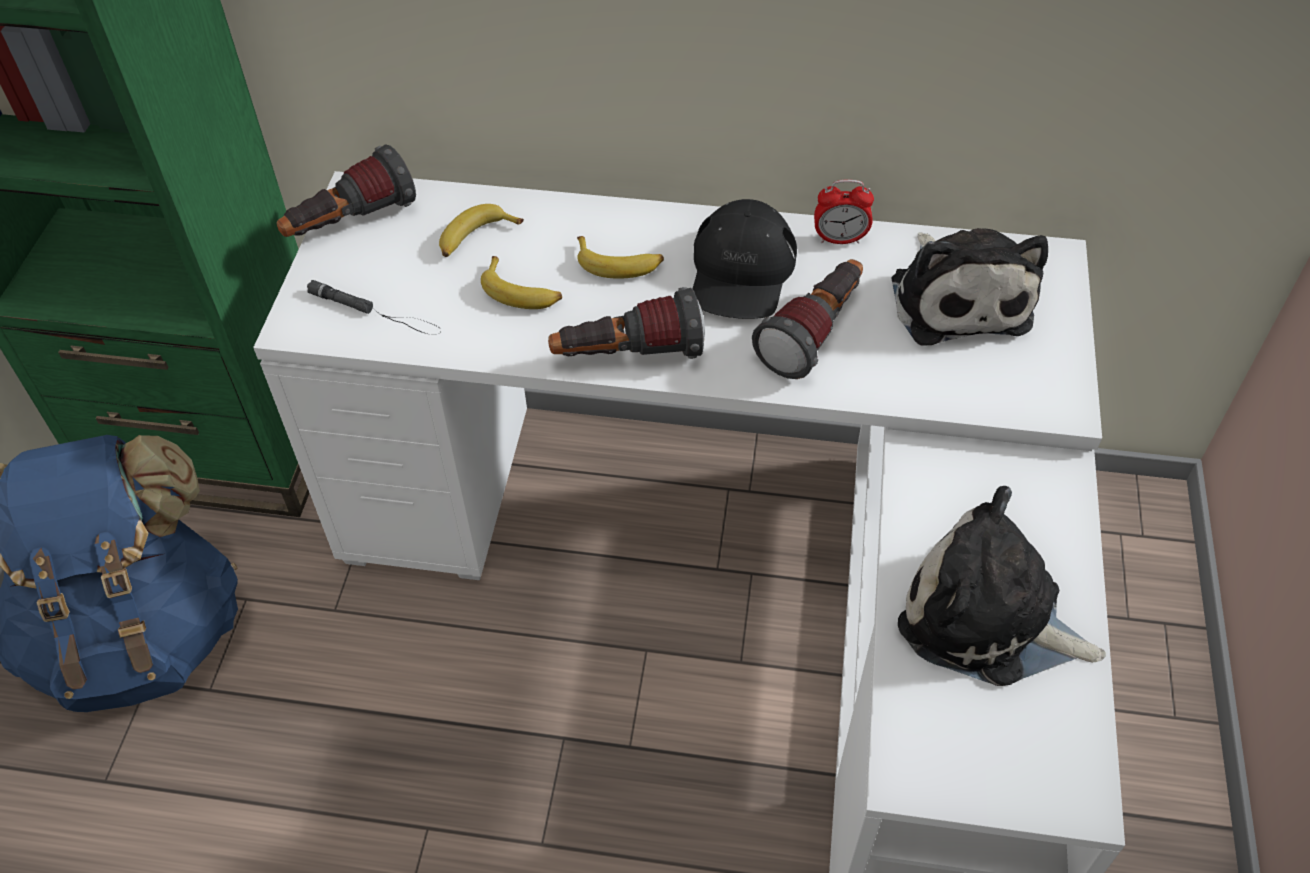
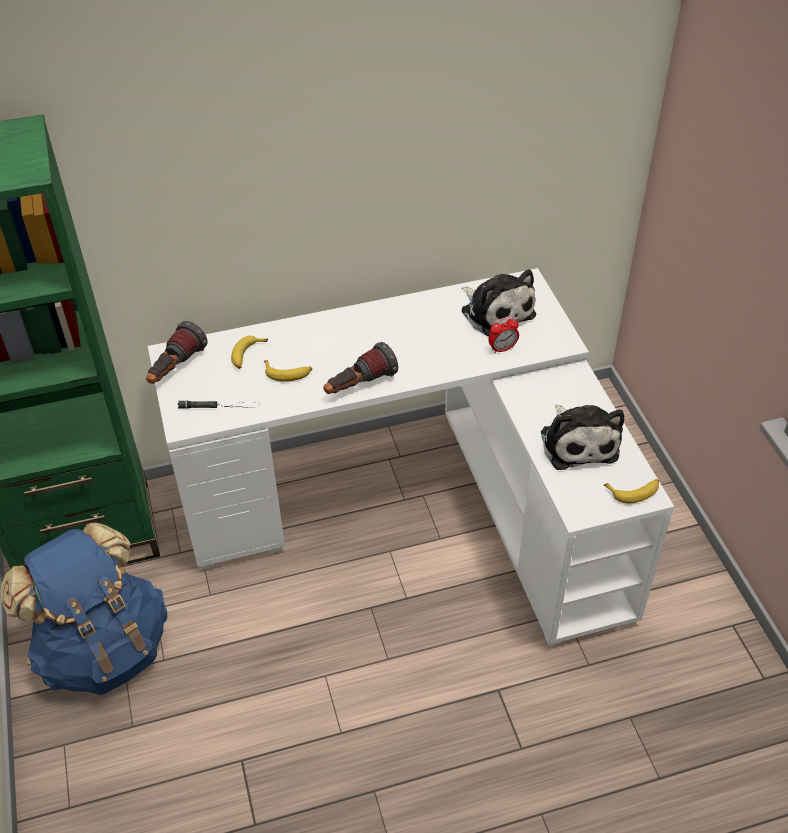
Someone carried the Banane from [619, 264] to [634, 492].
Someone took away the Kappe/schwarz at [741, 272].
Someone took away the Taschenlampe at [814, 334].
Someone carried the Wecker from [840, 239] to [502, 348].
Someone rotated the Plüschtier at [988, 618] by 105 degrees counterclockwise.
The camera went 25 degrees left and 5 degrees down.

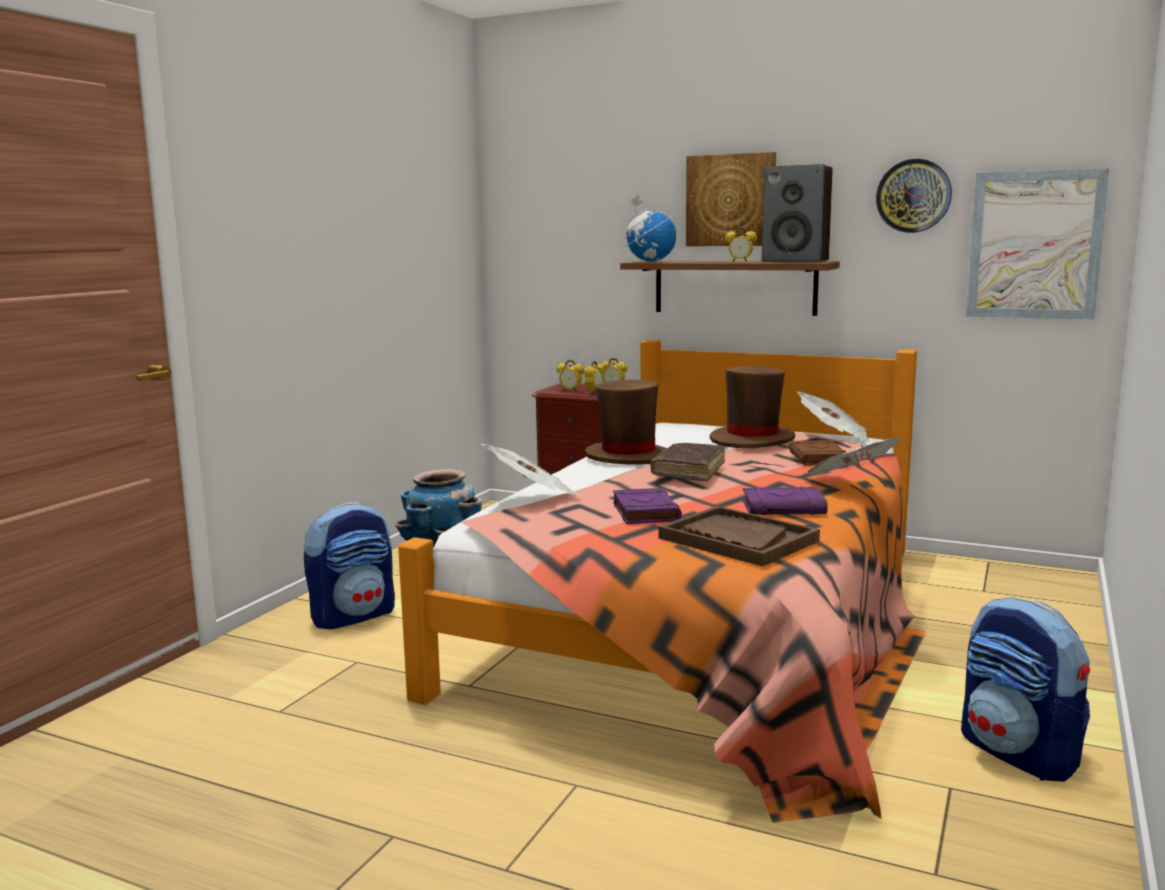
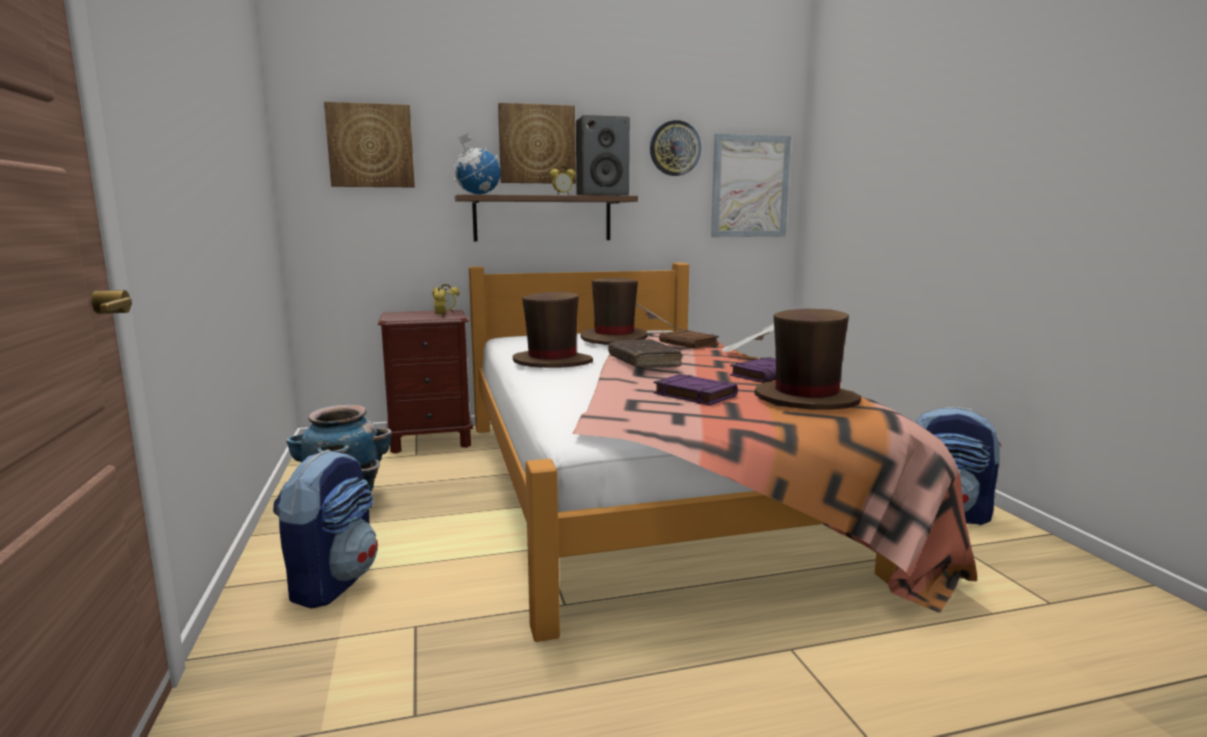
Someone took away the Zeitung at [532, 495].
Someone took away the Wecker at [570, 391].
Someone swapped the Tablett/braun at [737, 539] for the Hut/braun at [806, 400].
Someone put up the Bild at [371, 146].
The camera went 40 degrees left and 0 degrees up.

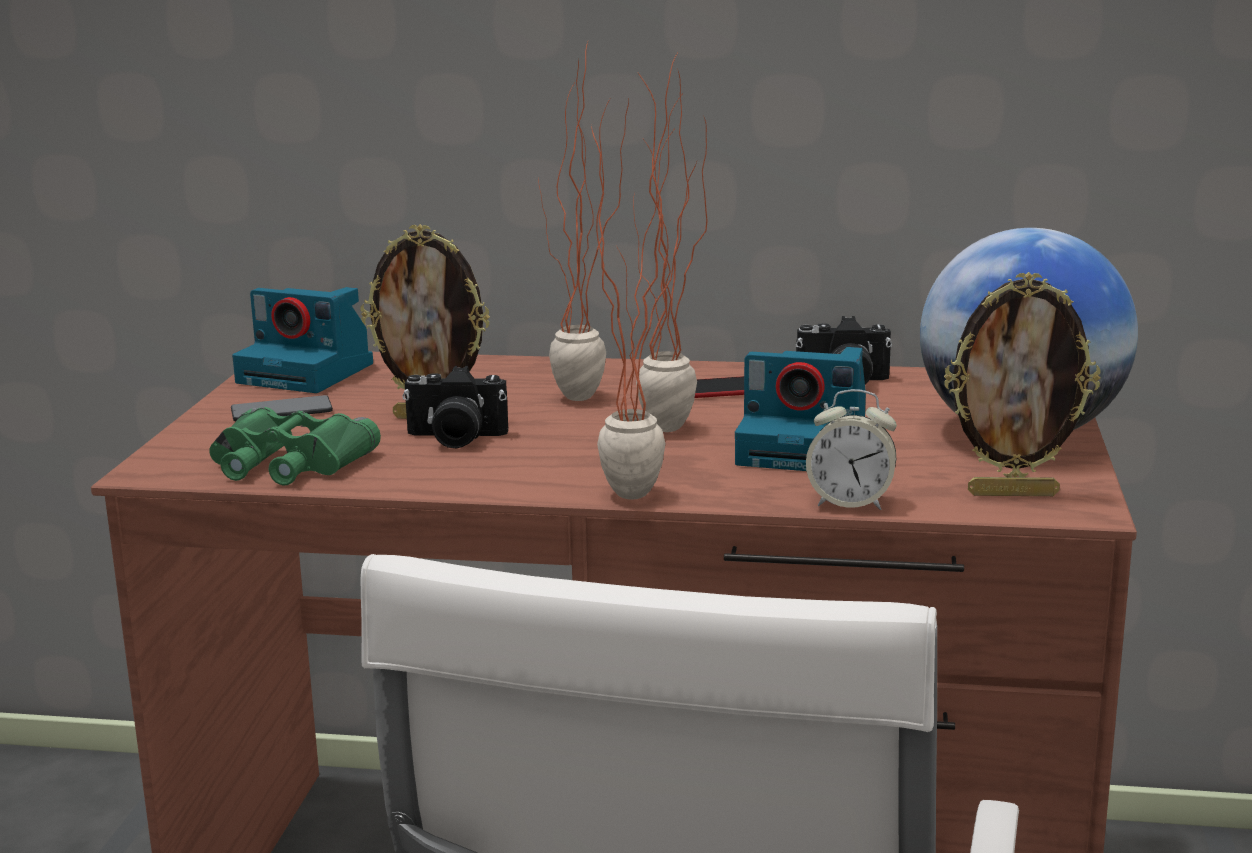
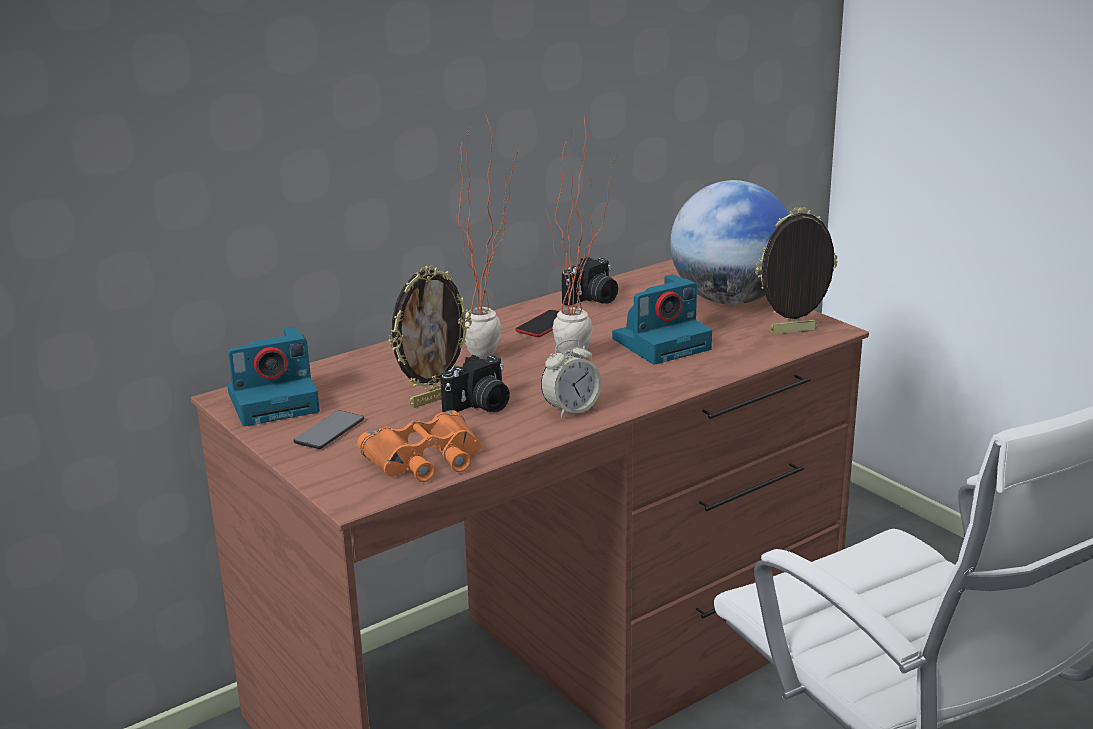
Someone repainted the Fernglas/grün at [288, 463], which became the Fernglas/orange at [425, 459].
Someone took away the Topfpflanze at [650, 490].
Someone carried the Wecker from [850, 502] to [571, 409].
Someone rotated the Bilderrahmen at [1013, 493] by 150 degrees counterclockwise.
The camera went 45 degrees left and 5 degrees up.

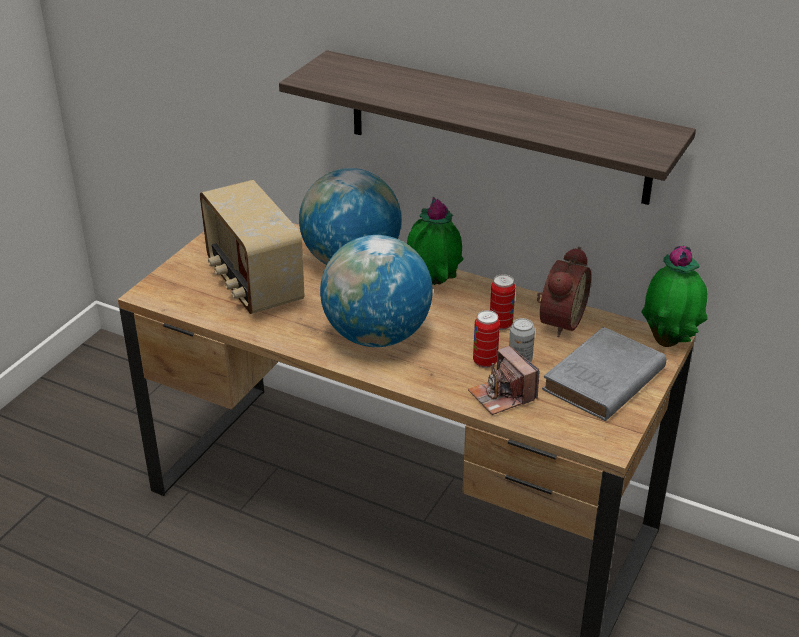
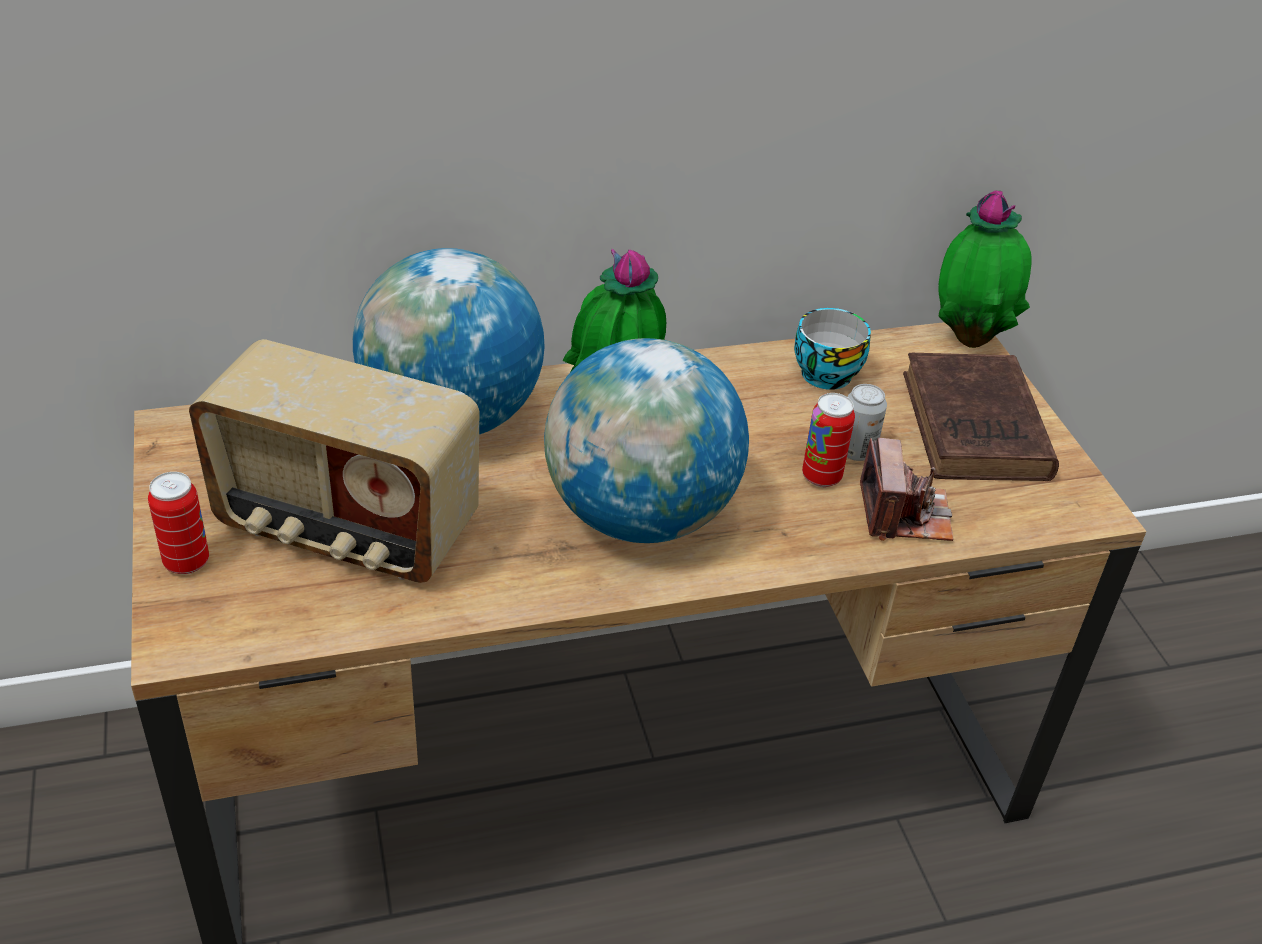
Someone took away the Wandregal at [497, 127].
Someone rotated the Kamera at [502, 396] by 105 degrees counterclockwise.
Someone carried the Dose from [500, 324] to [186, 562].
Someone swapped the Wecker at [558, 321] for the Tasse at [824, 372].
Someone repainted the Buch/grau at [602, 381], which became the Buch/braun at [976, 429].
The camera went 45 degrees left and 5 degrees up.

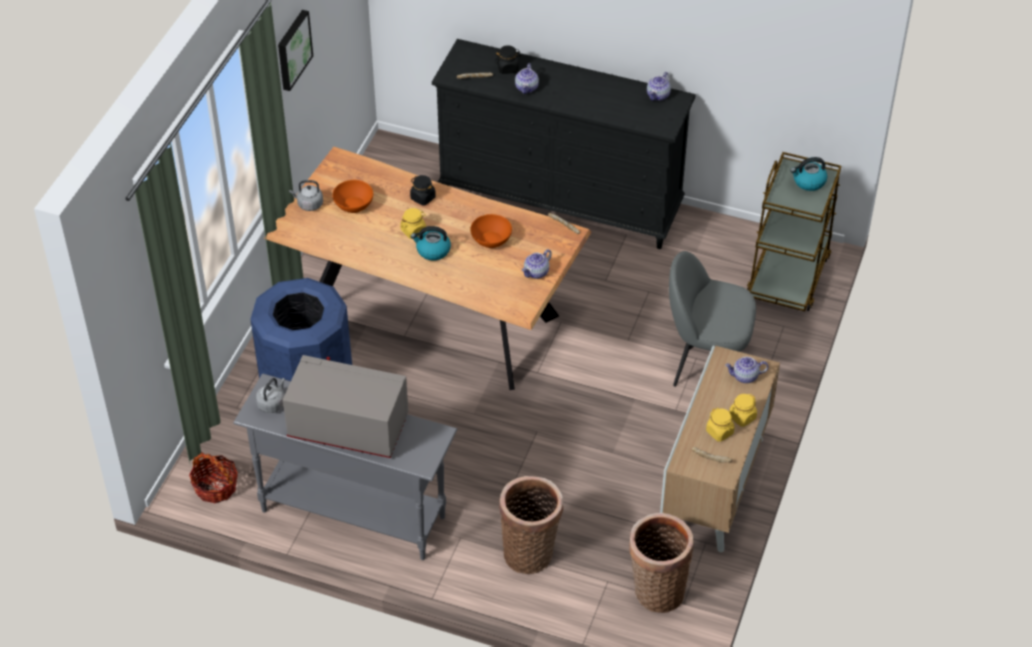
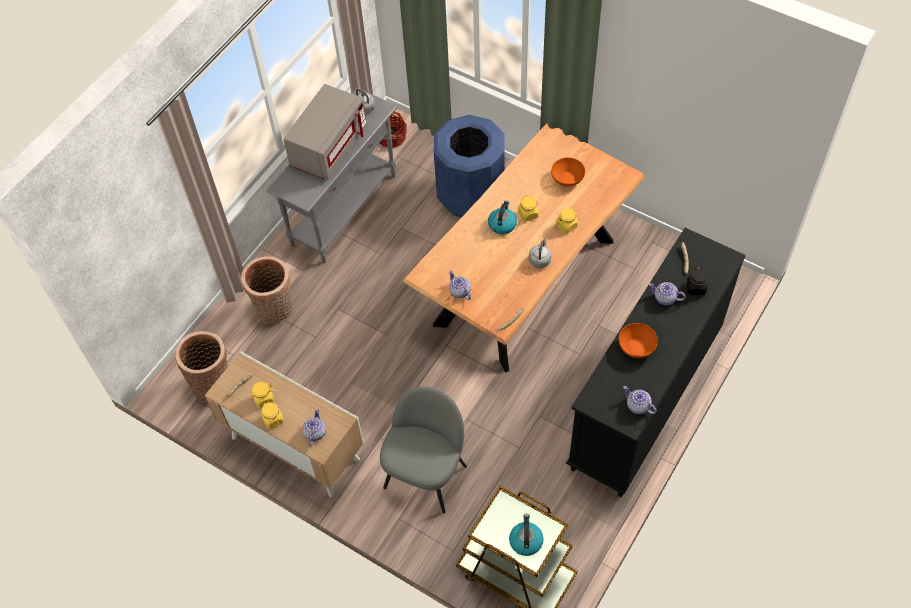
Someone took away the Bild at [292, 49].
Someone carried the Wasserkessel/grau from [308, 204] to [540, 259].
Someone repainted the Vorratsglas/schwarz at [422, 198], which became the Vorratsglas/gelb at [566, 225].
Someone carried the Schüssel/orange from [491, 240] to [636, 347].
The camera went 105 degrees right and 10 degrees up.

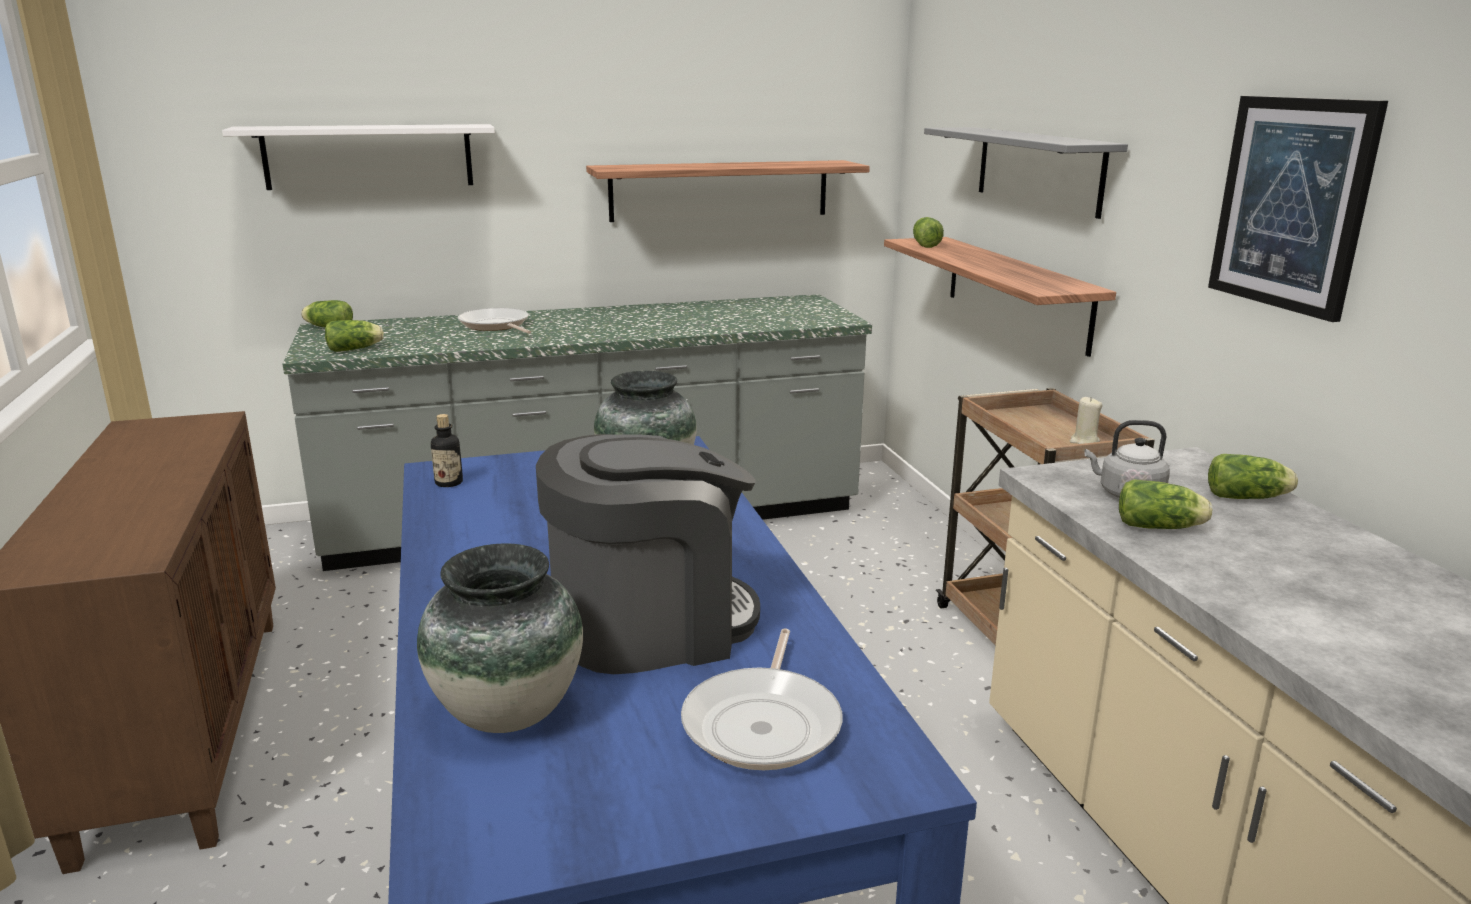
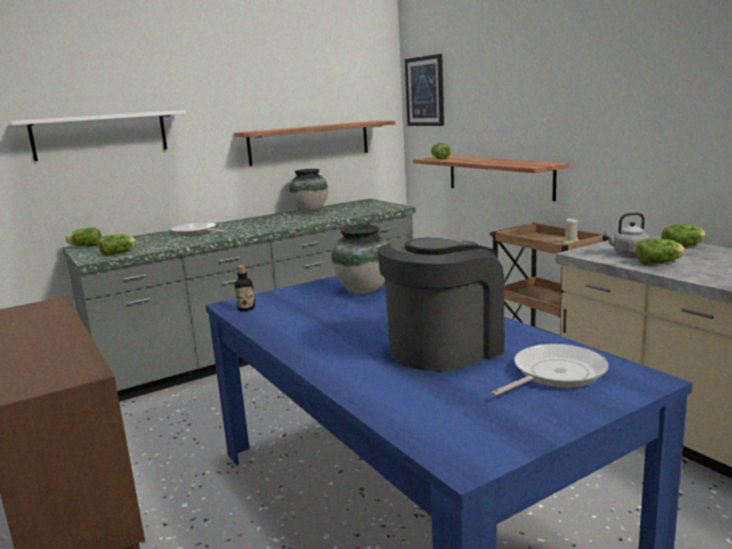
Someone carried the Vase from [509, 714] to [311, 211].
Someone rotated the Pfanne at [764, 723] by 120 degrees counterclockwise.
Someone took away the Wandregal/grau at [1038, 169].
Someone carried the Bild from [1292, 204] to [425, 91].
The camera went 15 degrees left and 5 degrees down.

